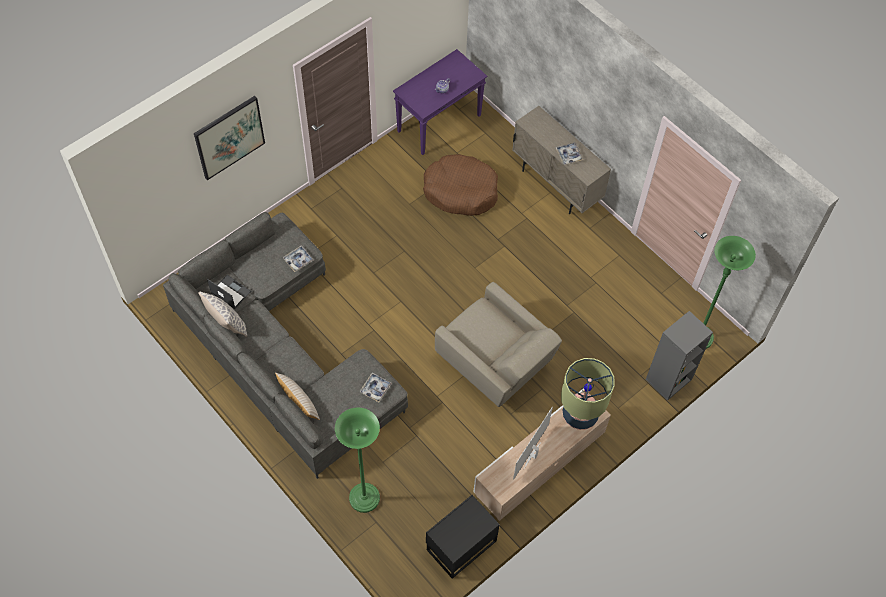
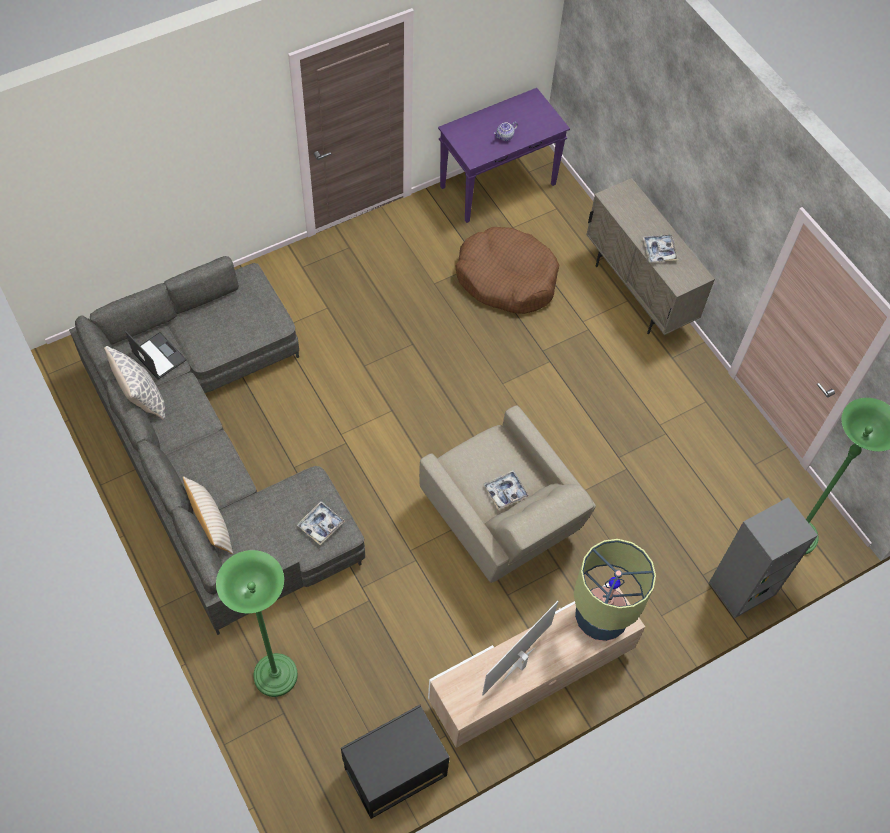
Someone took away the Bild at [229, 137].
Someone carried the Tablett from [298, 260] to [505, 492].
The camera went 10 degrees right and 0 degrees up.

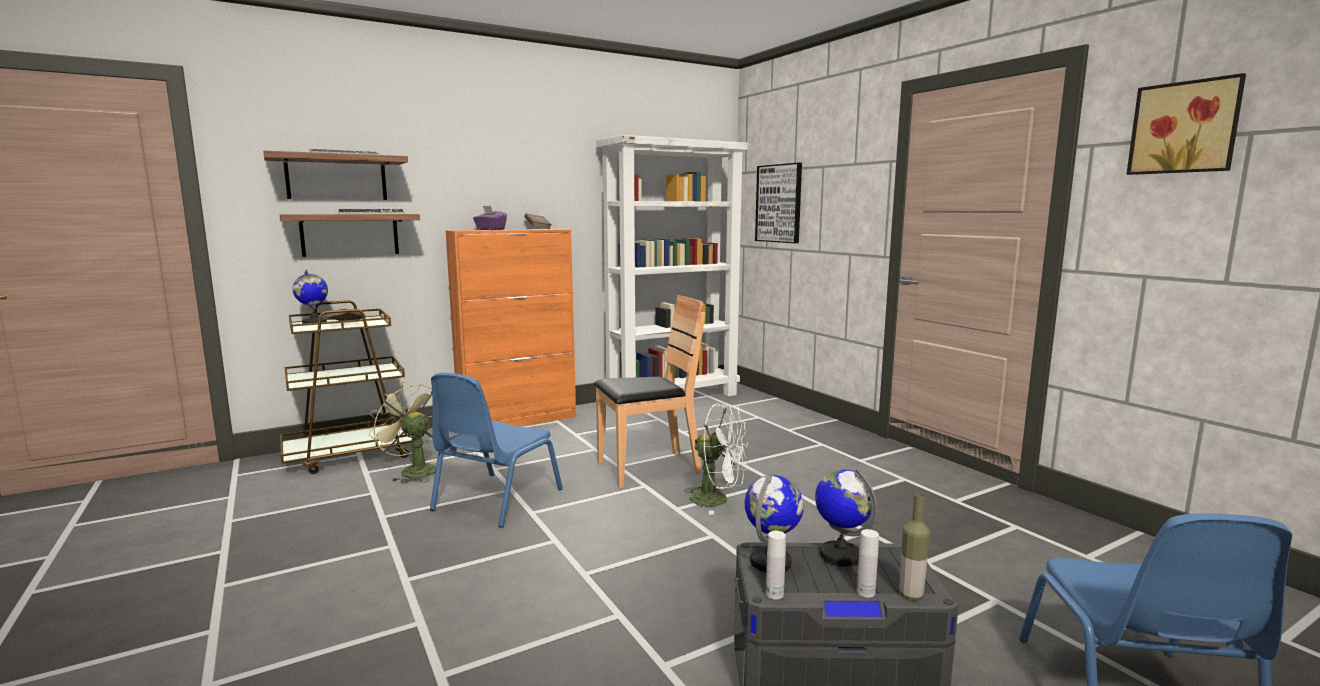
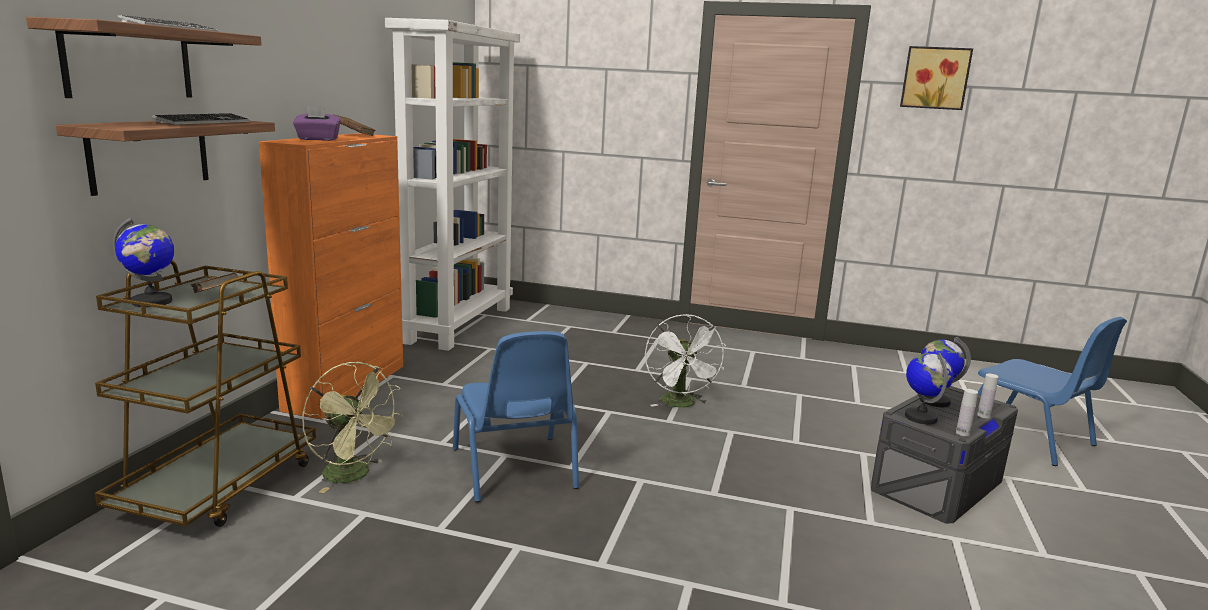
Someone rotated the Ventilator/grün at [413, 471] by 135 degrees counterclockwise.
Someone took away the Stuhl/braun at [648, 469].
Someone rotated the Ventilator/weiß at [717, 500] by 105 degrees clockwise.
Someone took away the Bild at [779, 203].
Someone took away the Flasche at [911, 595].
The camera went 45 degrees left and 5 degrees up.

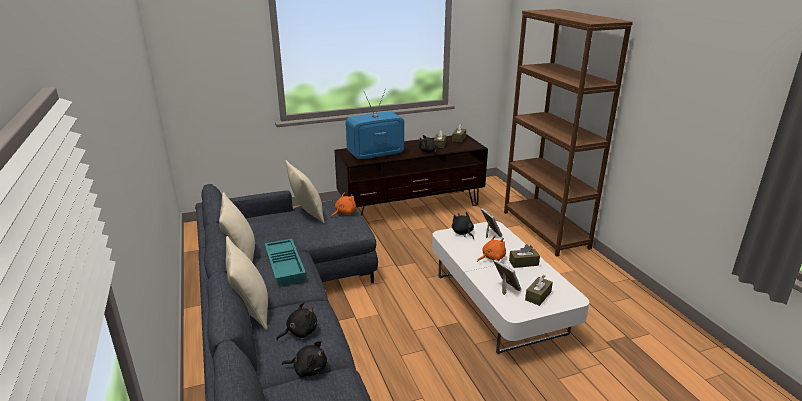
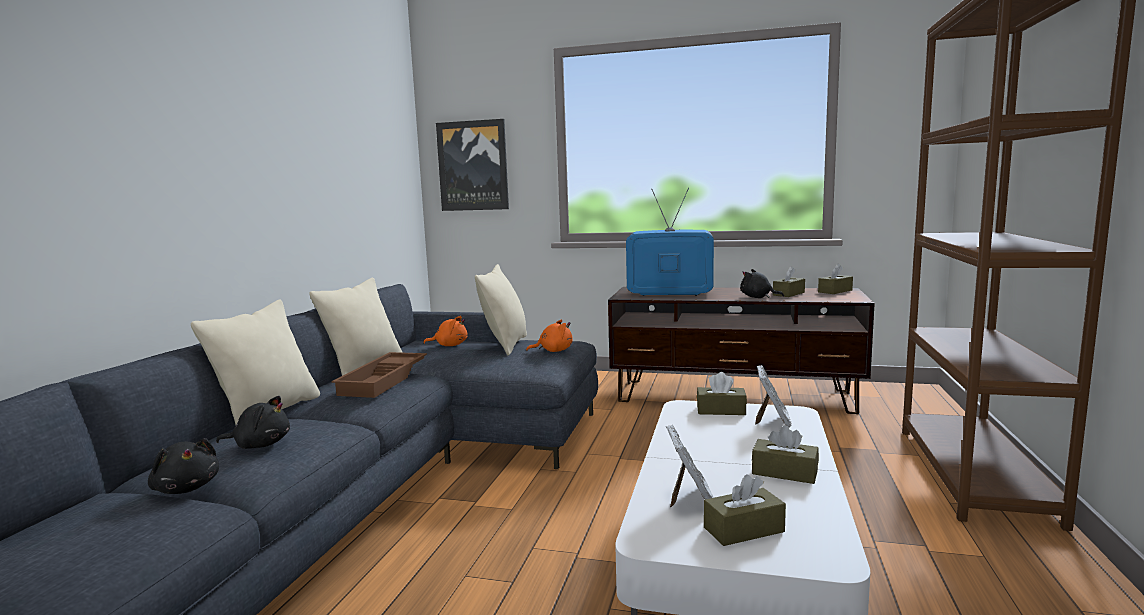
Someone repainted the Tablett/türkis at [286, 265], which became the Tablett/braun at [384, 380].
Someone swapped the Plüschtier/schwarz at [463, 233] for the Taschentuchbox/braun at [721, 410].
Someone carried the Plüschtier/orange from [491, 258] to [449, 345].
Someone put up the Bild at [473, 166].
The camera went 35 degrees right and 15 degrees down.

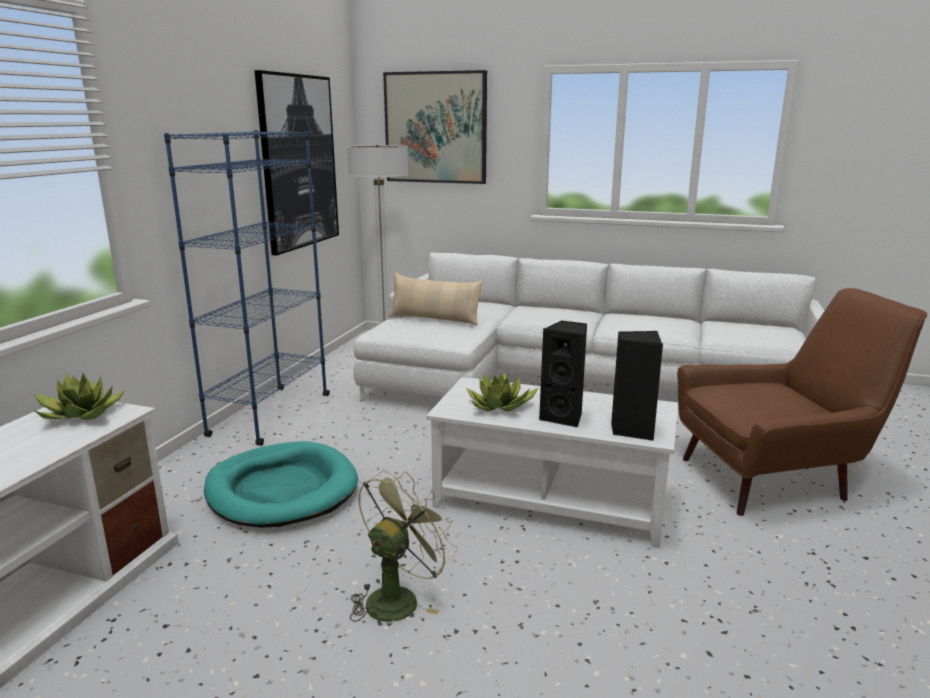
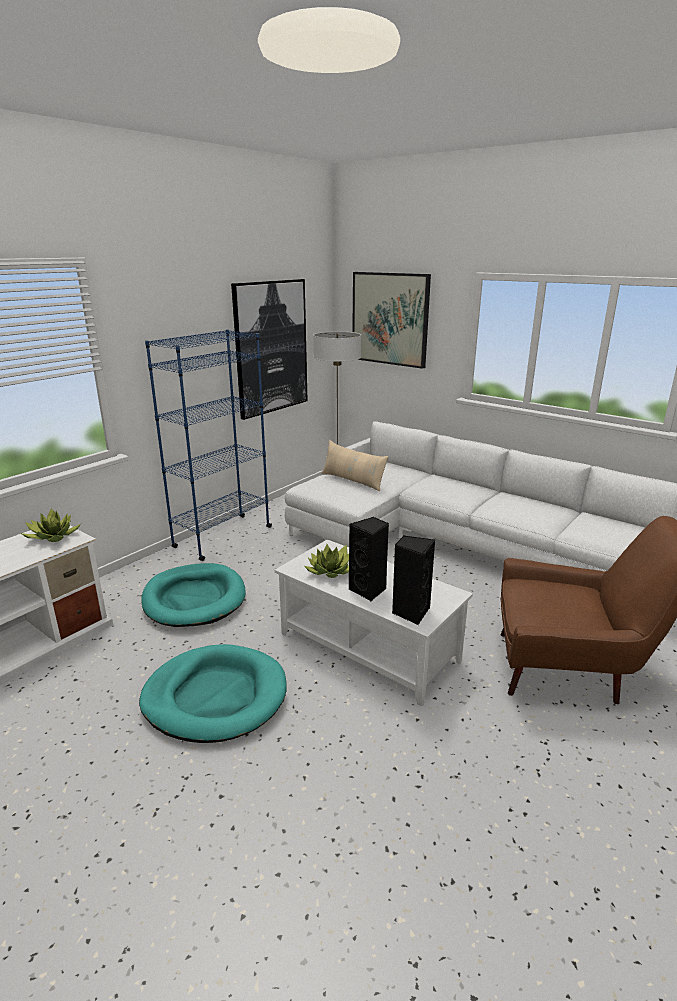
Someone swapped the Ventilator/grün at [398, 597] for the Hundebett/türkis at [215, 697].
The camera went 20 degrees right and 5 degrees up.

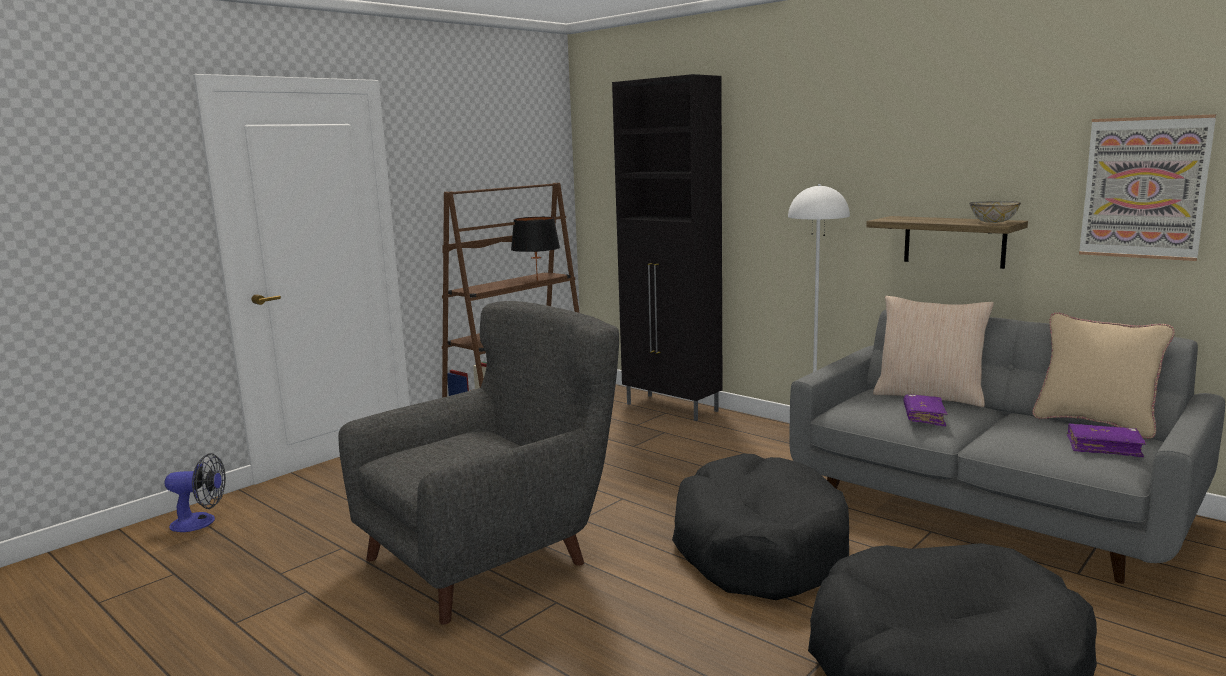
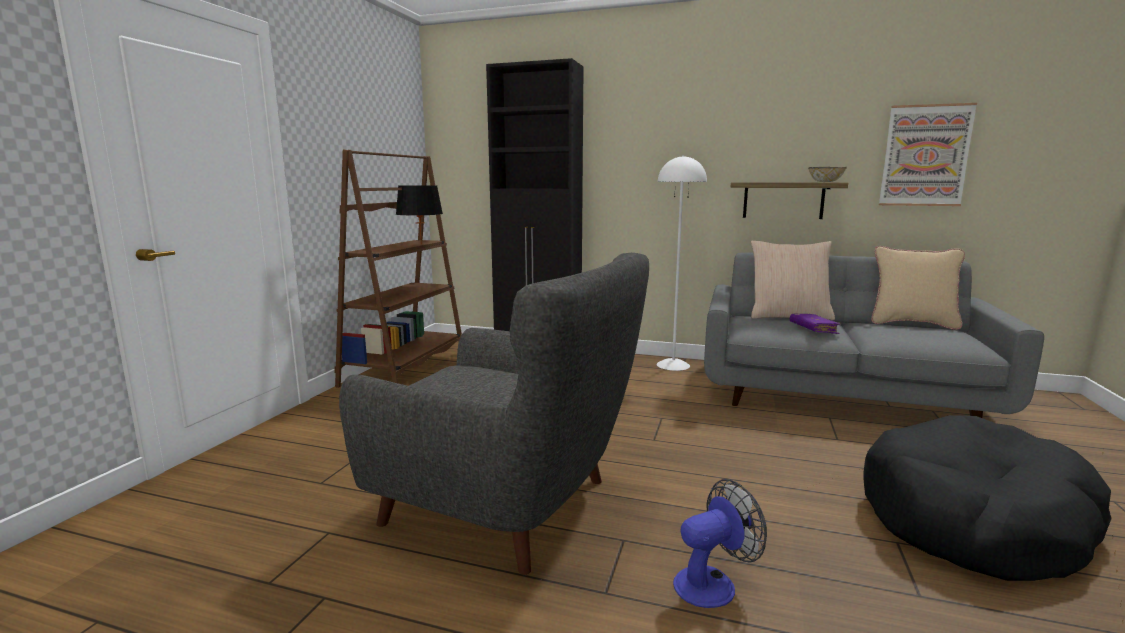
Someone carried the Ventilator from [200, 522] to [713, 583].
Someone rotated the Sessel/grau at [490, 556] by 90 degrees clockwise.
Someone took away the Hundebett/schwarz at [758, 548].
Someone took away the Buch/lila at [1103, 447].
The camera went 25 degrees left and 0 degrees up.

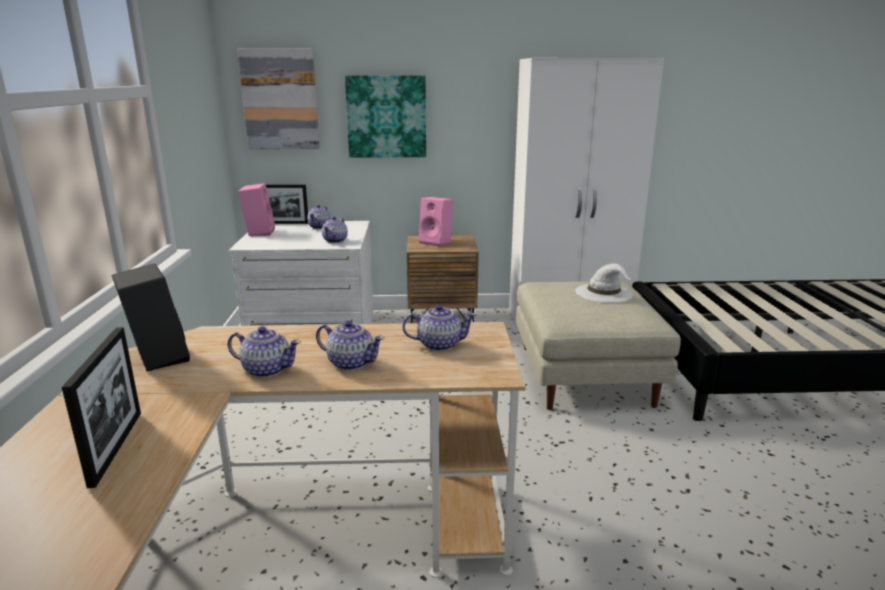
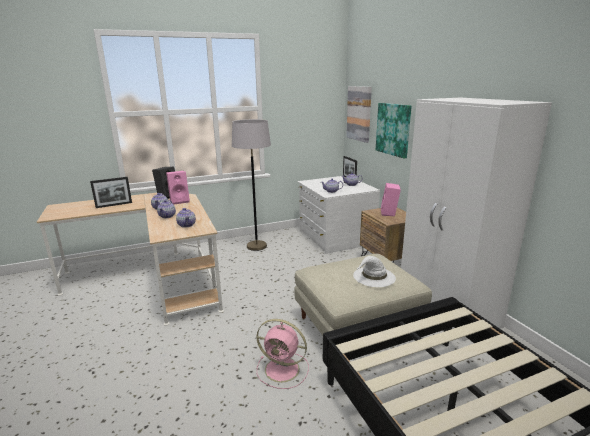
Someone carried the Lautsprecher/rosa from [259, 232] to [180, 201].
Someone put down the Stehlampe/grau at [256, 246].
Someone put down the Ventilator/rosa at [283, 370].
The camera went 70 degrees right and 0 degrees up.

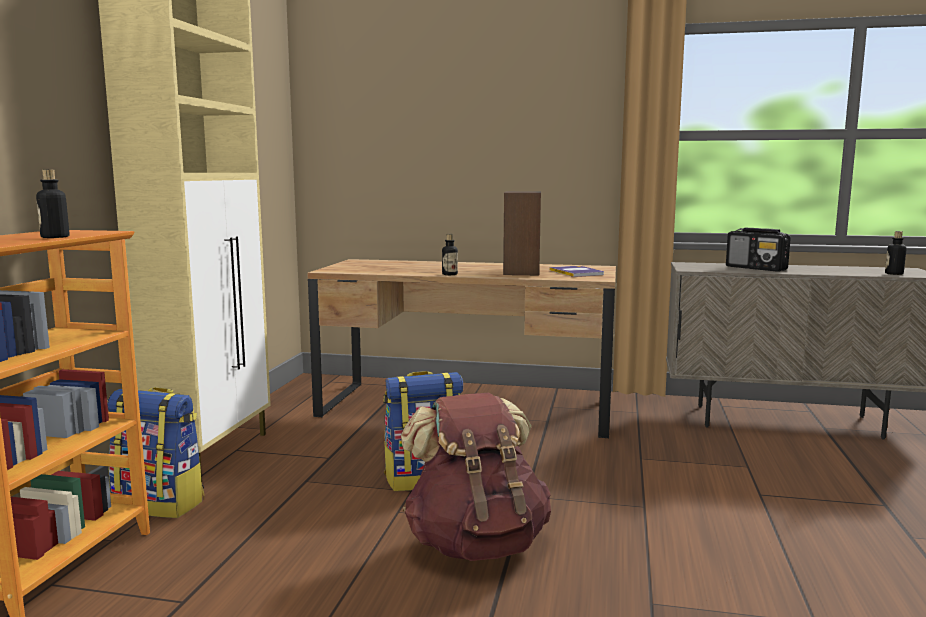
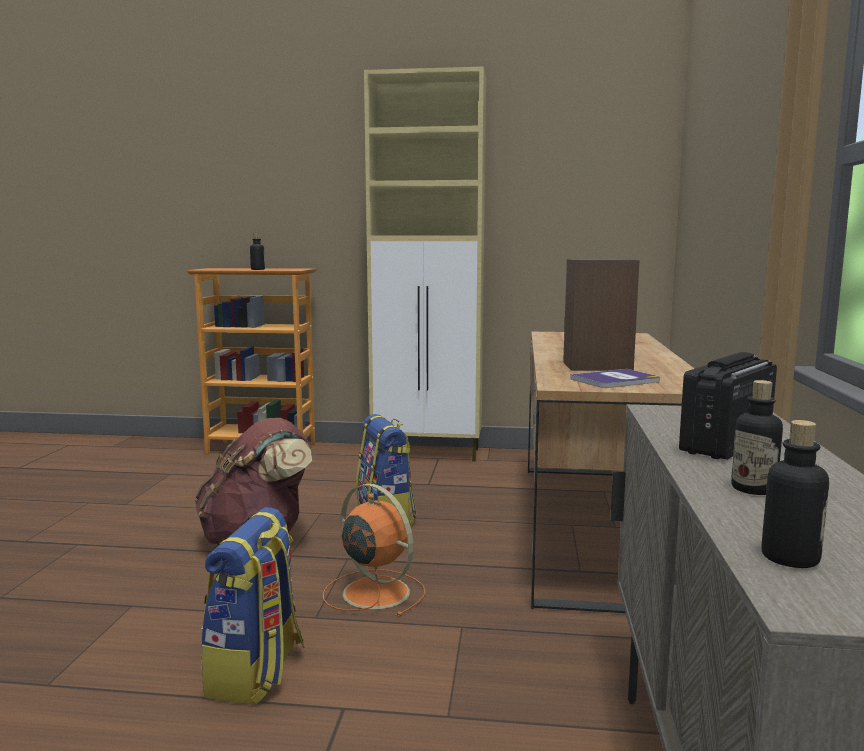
Someone carried the Rucksack from [161, 503] to [256, 672].
Someone carried the Flasche from [449, 274] to [753, 489].
Someone put down the Ventilator/orange at [374, 592].
The camera went 85 degrees right and 0 degrees up.

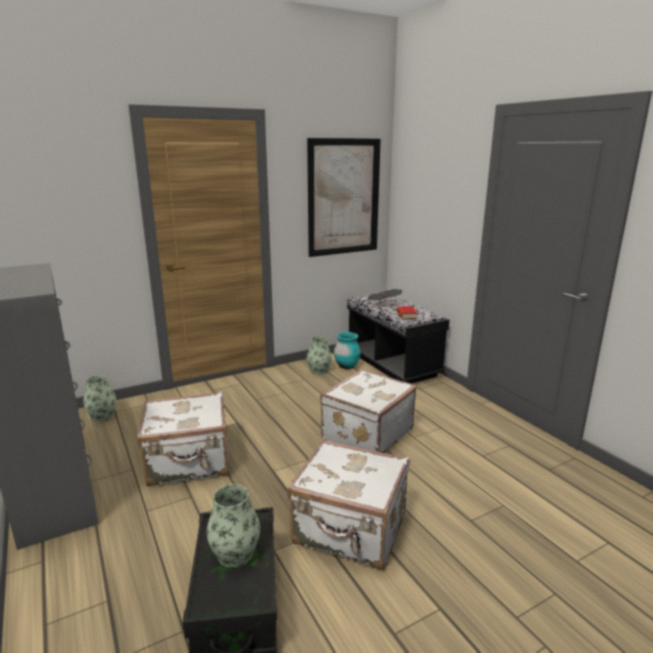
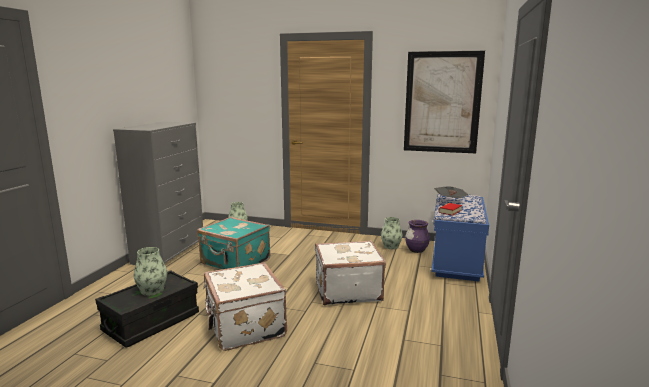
Someone repainted the Koffer/weiß at [189, 462], which became the Koffer/türkis at [235, 262].
Someone repainted the Vase/türkis at [347, 366], which became the Vase/lila at [416, 250].
Someone repainted the Bank/schwarz at [392, 364], which became the Bank/blau at [456, 261].
The camera went 45 degrees right and 5 degrees down.

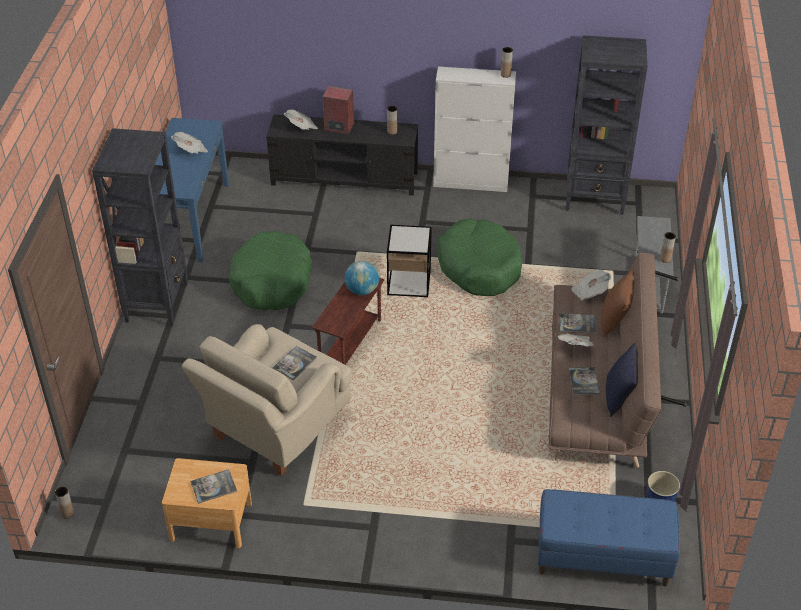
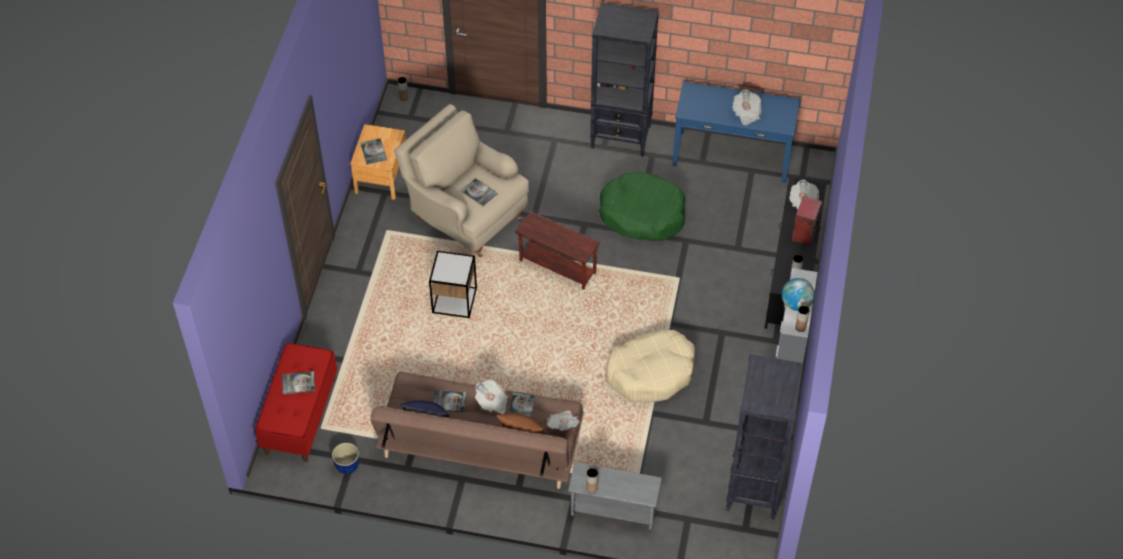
Someone carried the Globus from [362, 290] to [796, 304].
Someone carried the Beistelltisch from [409, 283] to [454, 300].
Someone repainted the Hundebett/grün at [479, 267], which became the Hundebett/beige at [651, 372].
Someone repainted the Bank/blau at [602, 557], which became the Bank/rot at [300, 415].
Someone put down the Buch at [298, 383].
The camera went 95 degrees right and 10 degrees up.

